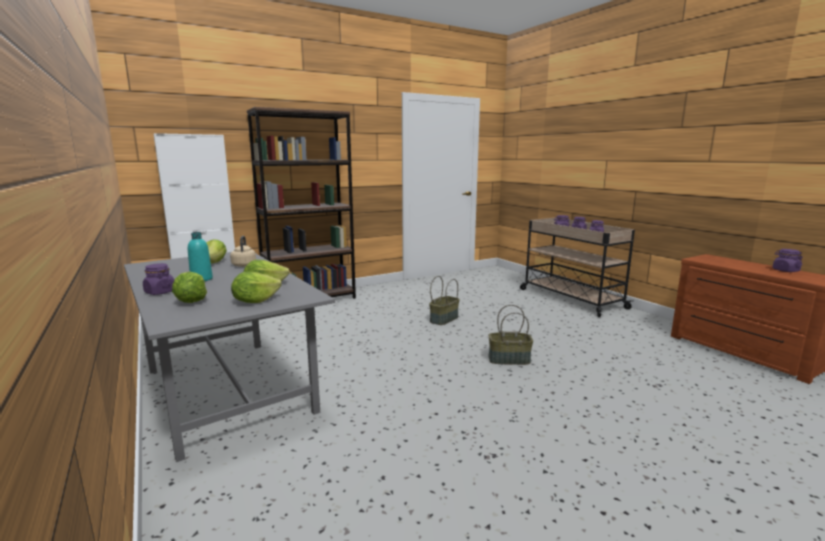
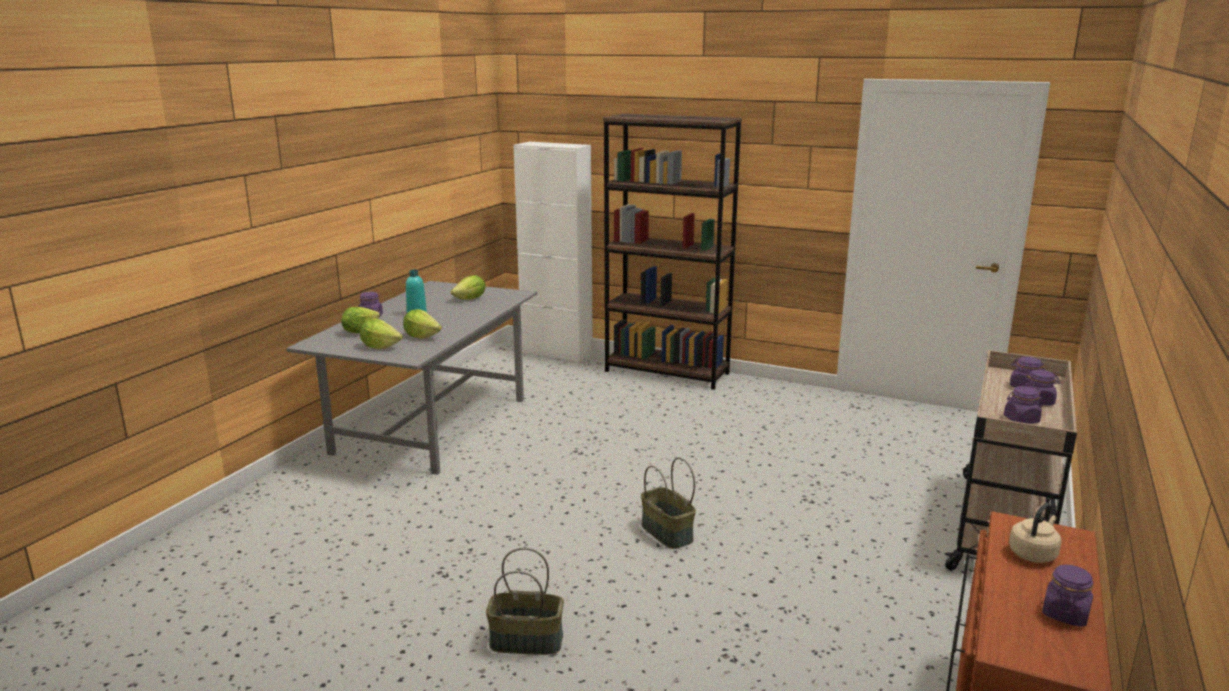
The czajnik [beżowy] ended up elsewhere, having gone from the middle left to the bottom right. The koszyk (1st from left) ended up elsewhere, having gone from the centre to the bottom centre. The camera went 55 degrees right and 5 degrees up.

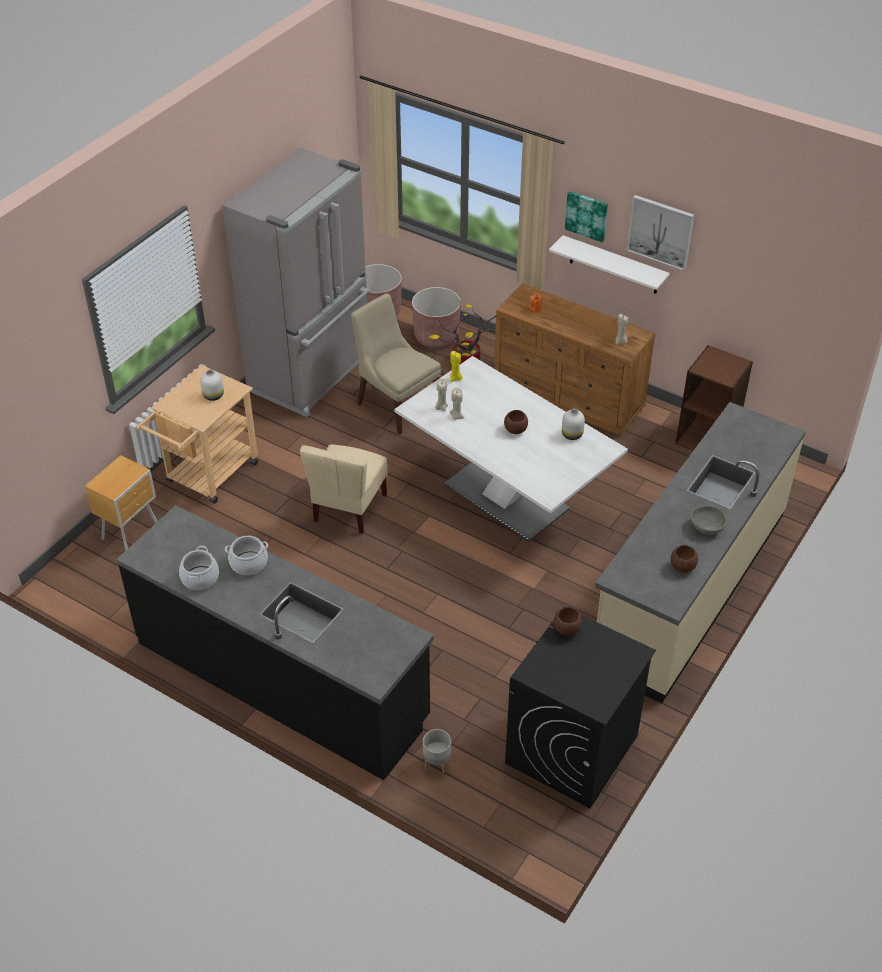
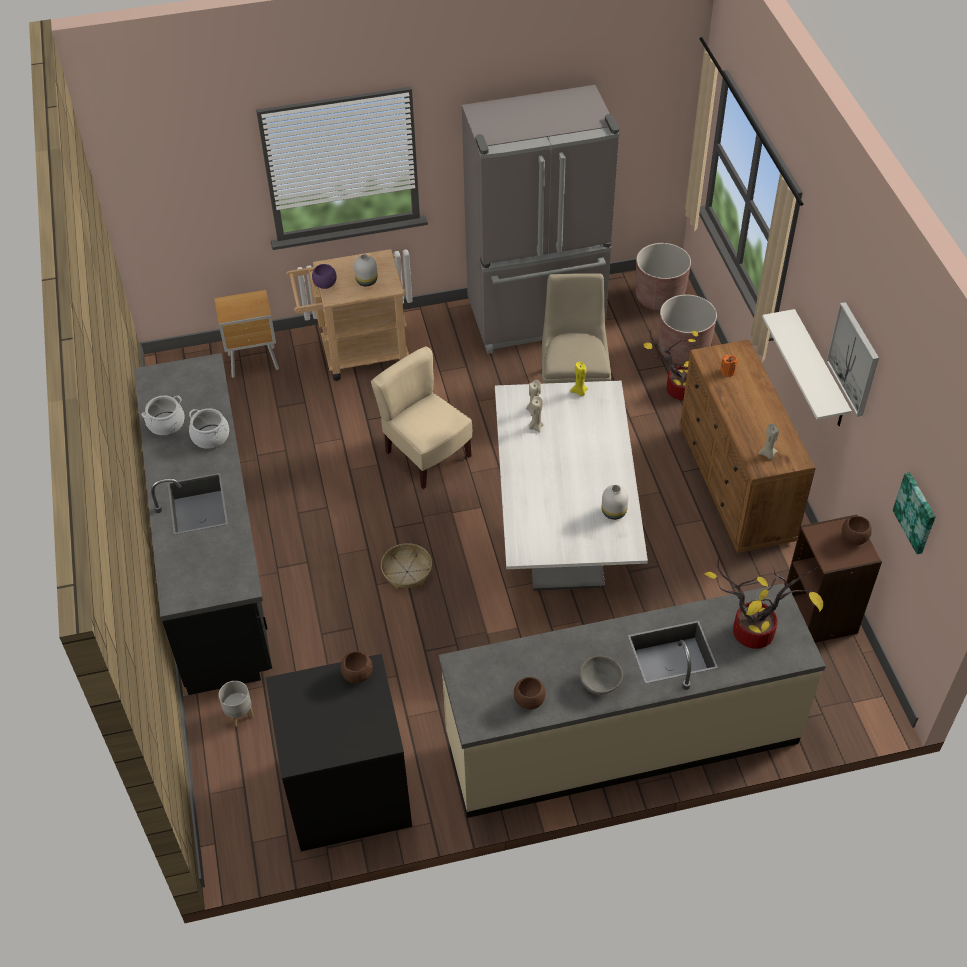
The obraz (1st from left in the first image) ended up elsewhere, having gone from the top centre to the middle right. The miska [brązowy] (1st from left in the first image) ended up elsewhere, having gone from the centre to the middle right. The krzesło [beżowy] (1st from left) at the centre ended up facing another way, 75 degrees clockwise from before. The second view gained the miska [fioletowy] at the top centre. The second view gained the koszyk at the centre. The second view gained the roślina doniczkowa (2nd from left) at the middle right. The camera went 45 degrees right and 5 degrees up.

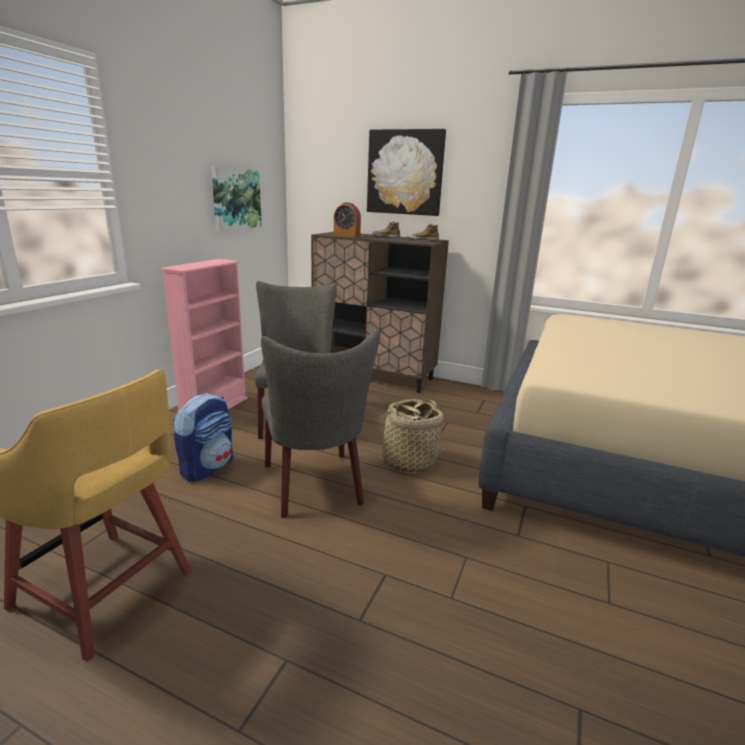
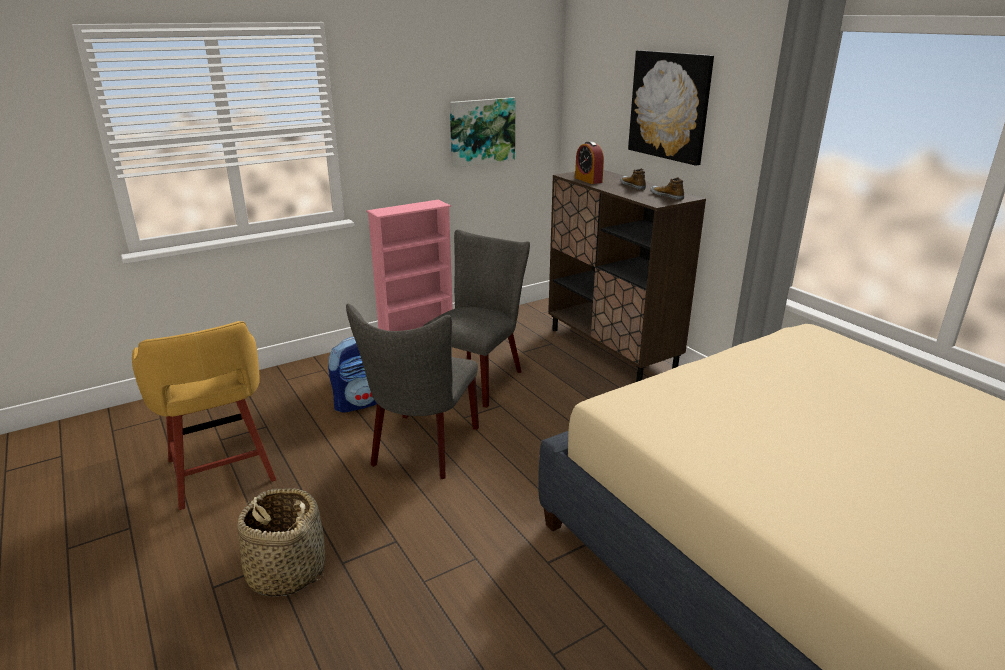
The koszyk ended up elsewhere, having gone from the centre to the bottom left. The camera went 35 degrees right and 5 degrees up.

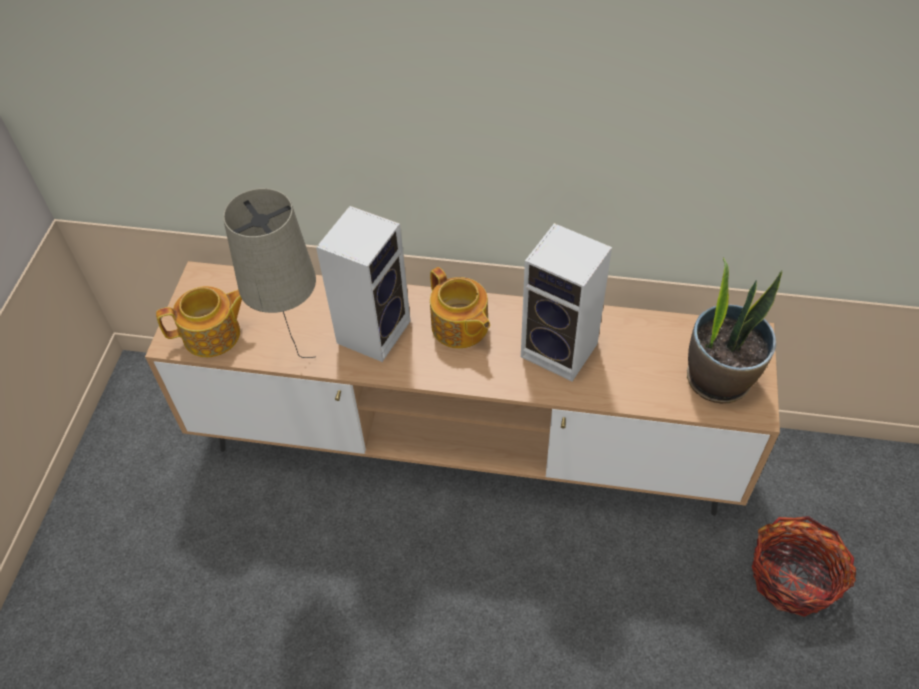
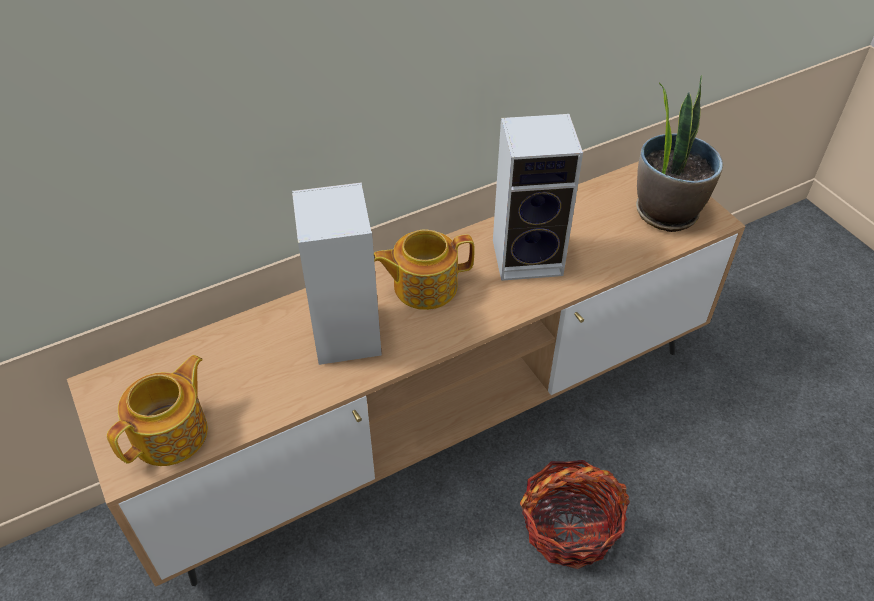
The second view lost the lampa stołowa [beżowy] at the middle left. The imbryk (2nd from left) at the centre ended up facing another way, 150 degrees clockwise from before. The koszyk ended up elsewhere, having gone from the bottom right to the bottom centre. The camera went 40 degrees left and 5 degrees down.

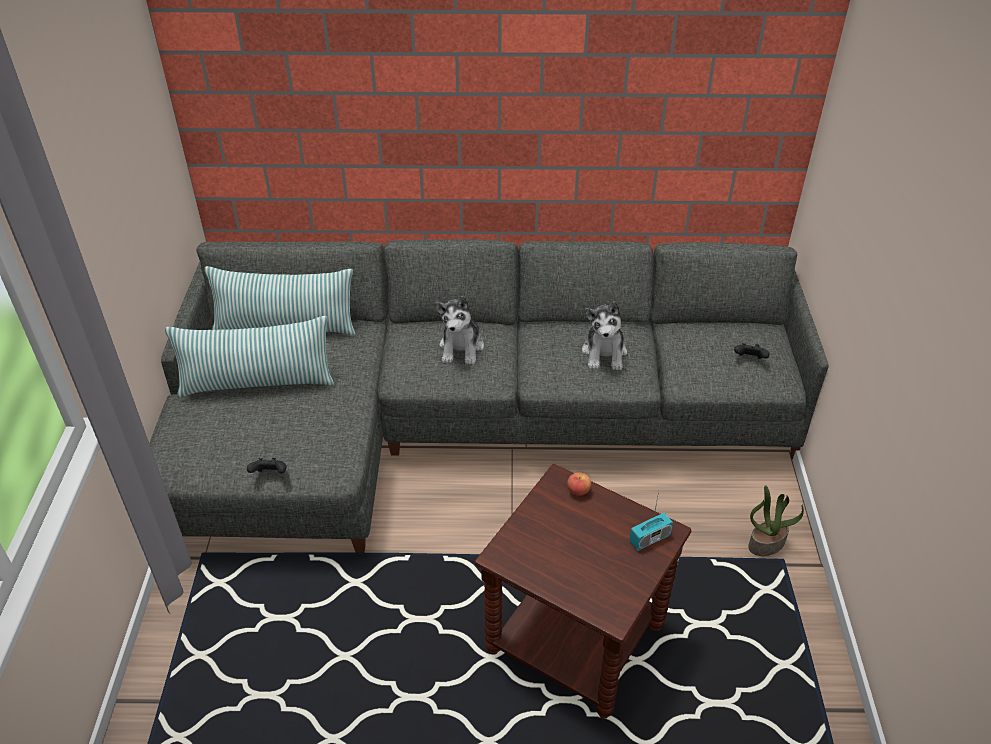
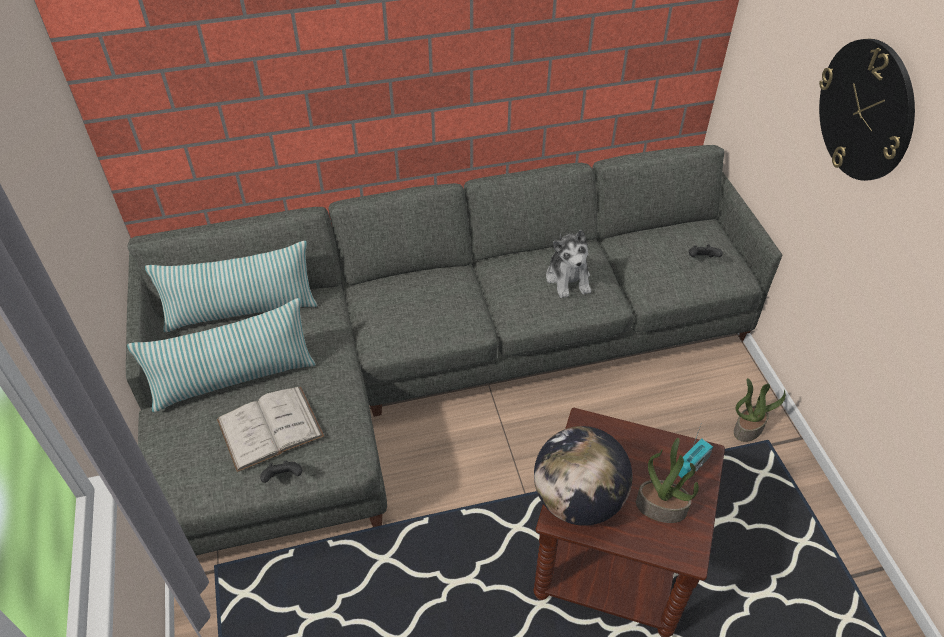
The second view lost the pluszak (1st from left) at the centre. The second view lost the jabłko at the centre. The second view gained the zegar ścienny at the top right. The second view gained the książka [biały] at the bottom left. The second view gained the globus at the bottom centre. The second view gained the roślina doniczkowa (1st from left) at the bottom right. The camera went 15 degrees left and 5 degrees up.

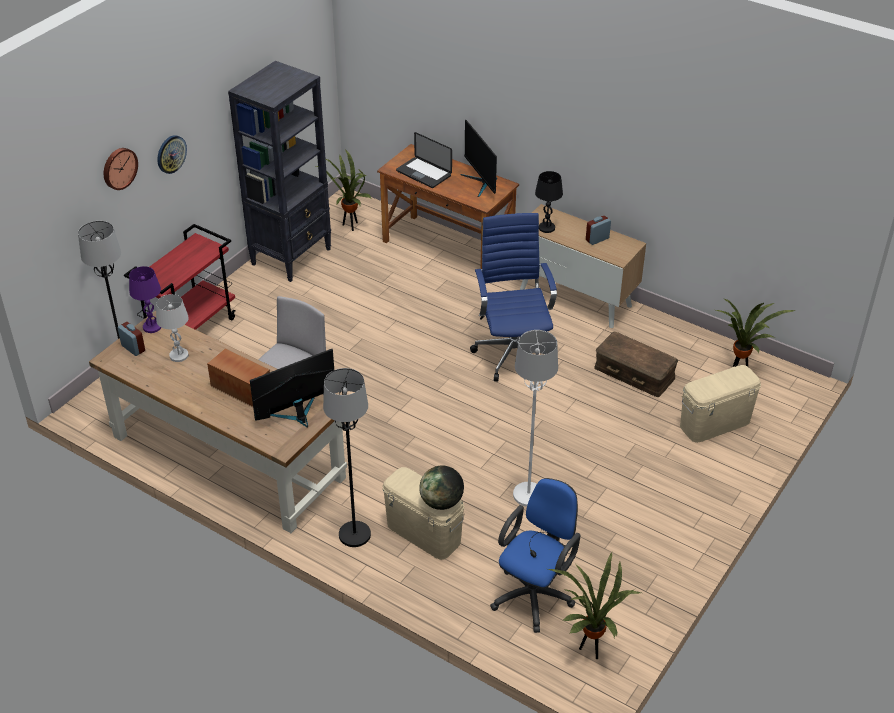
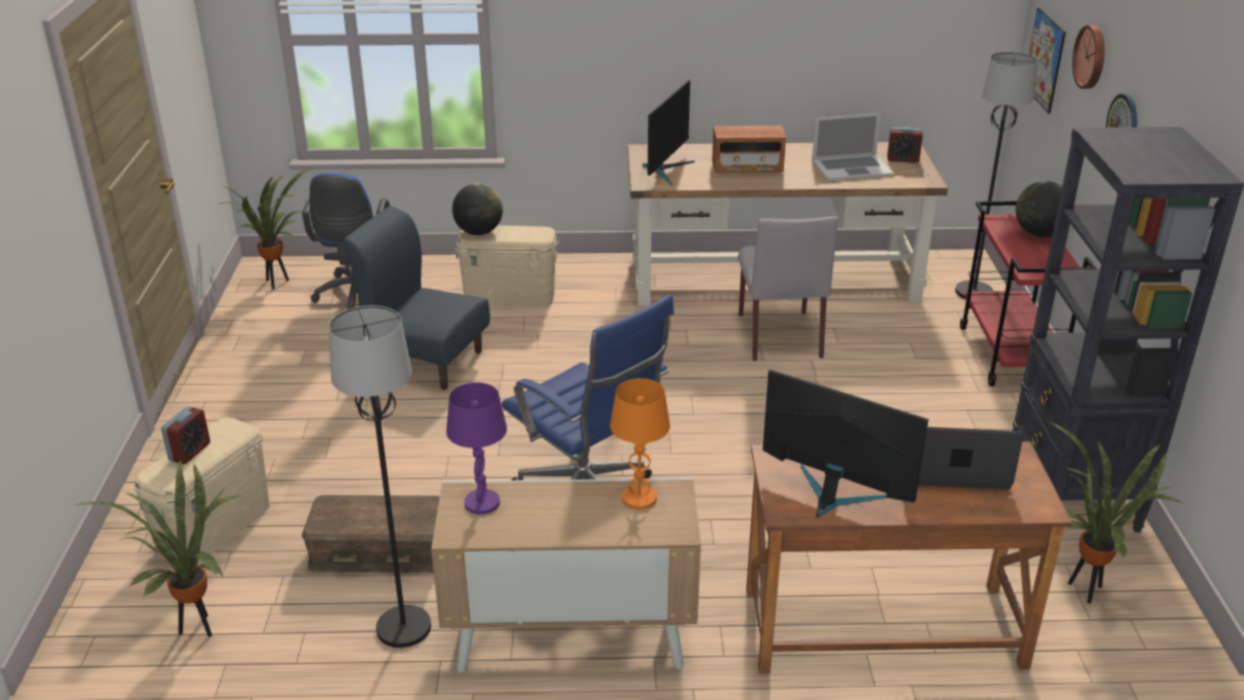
What was the lampa stołowa [czarny] at the top centre turned into the lampa stołowa [pomarańczowy] at the centre. The budzik (2nd from left in the first image) ended up elsewhere, having gone from the top right to the middle left. The lampa stołowa [fioletowy] ended up elsewhere, having gone from the middle left to the centre. Where the lampa stołowa [biały] stood at the middle left, the laptop (1st from left) came to stand at the top right. Where the lampa stojąca [biały] stood at the centre, the krzesło [niebieski] came to stand at the centre. The lampa stojąca [czarny] (2nd from left in the first image) ended up elsewhere, having gone from the centre to the bottom left. The second view gained the obraz at the top right. The second view gained the globus (2nd from left) at the top right. The camera went 145 degrees right and 10 degrees down.

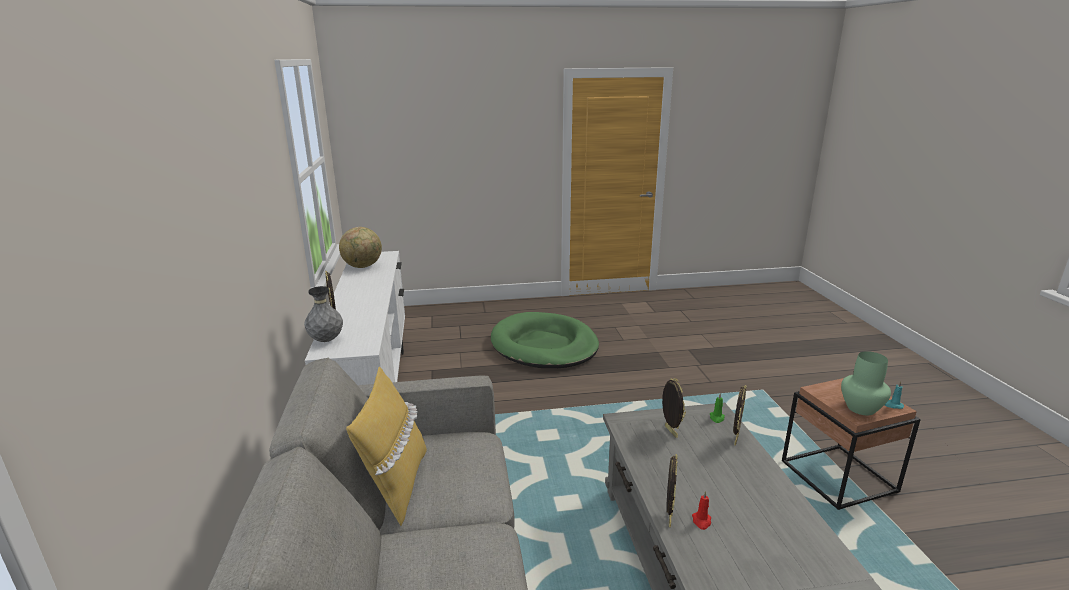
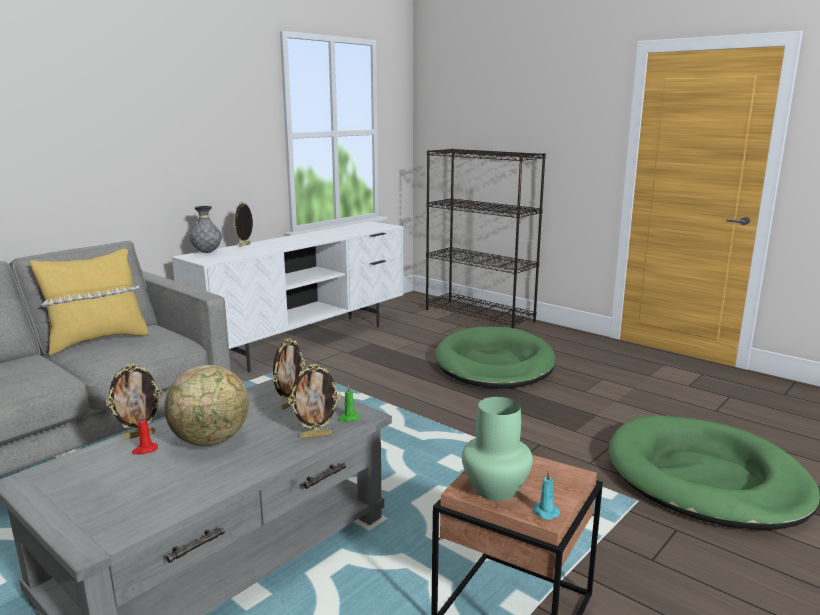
The globus ended up elsewhere, having gone from the centre to the middle left. The second view gained the regał [czarny] at the centre. The second view gained the legowisko [zielony] (2nd from left) at the bottom right. The camera went 50 degrees right and 5 degrees down.

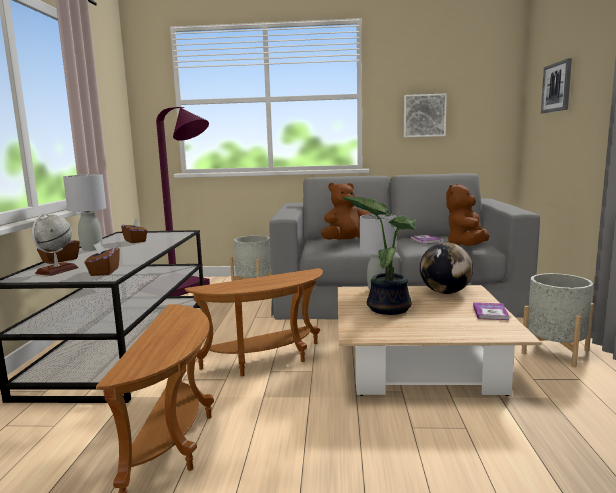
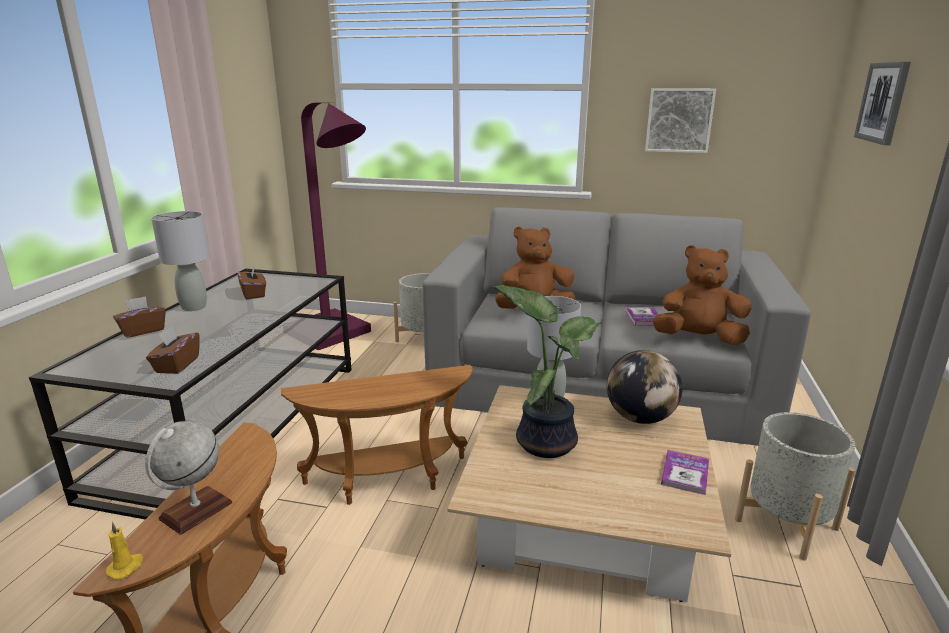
The pluszak [brązowy] (2nd from left) at the middle right ended up facing another way, 60 degrees clockwise from before. The globus (1st from left) ended up elsewhere, having gone from the middle left to the bottom left. The second view gained the świeca [żółty] at the bottom left. The camera went 10 degrees right and 10 degrees up.

